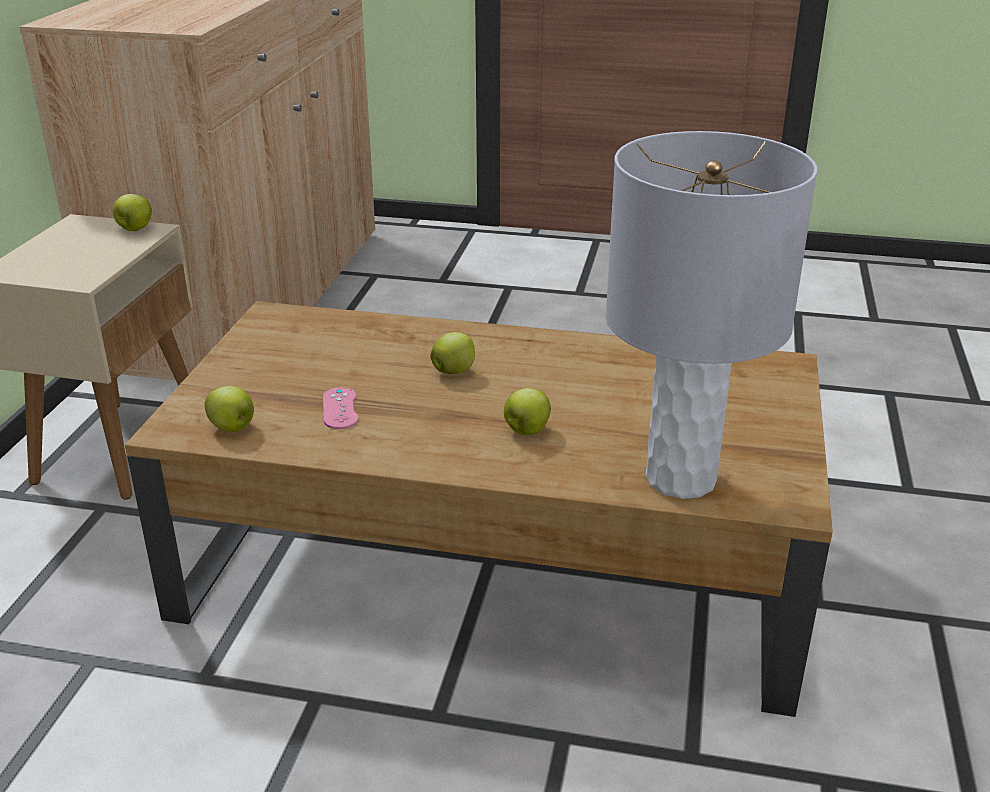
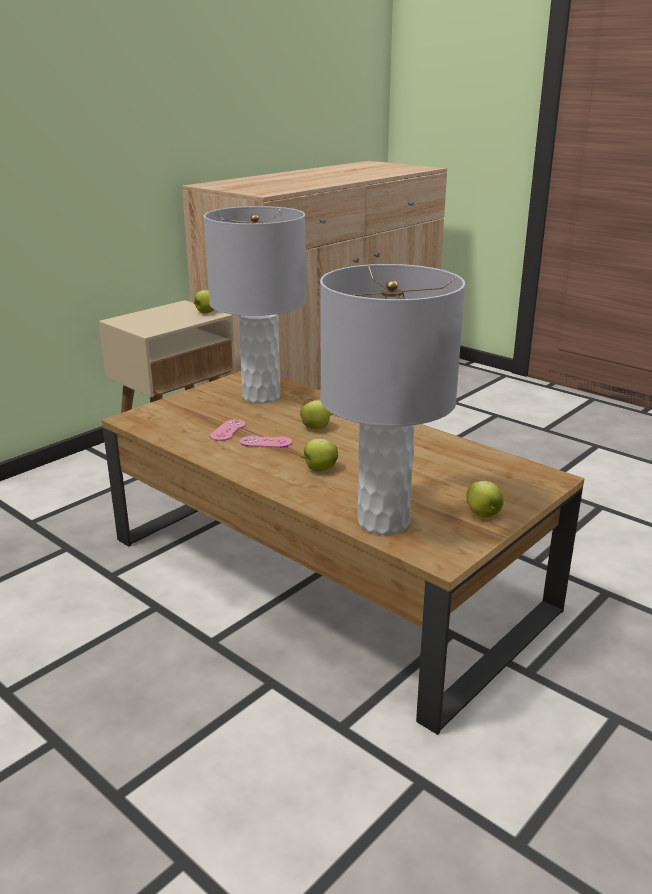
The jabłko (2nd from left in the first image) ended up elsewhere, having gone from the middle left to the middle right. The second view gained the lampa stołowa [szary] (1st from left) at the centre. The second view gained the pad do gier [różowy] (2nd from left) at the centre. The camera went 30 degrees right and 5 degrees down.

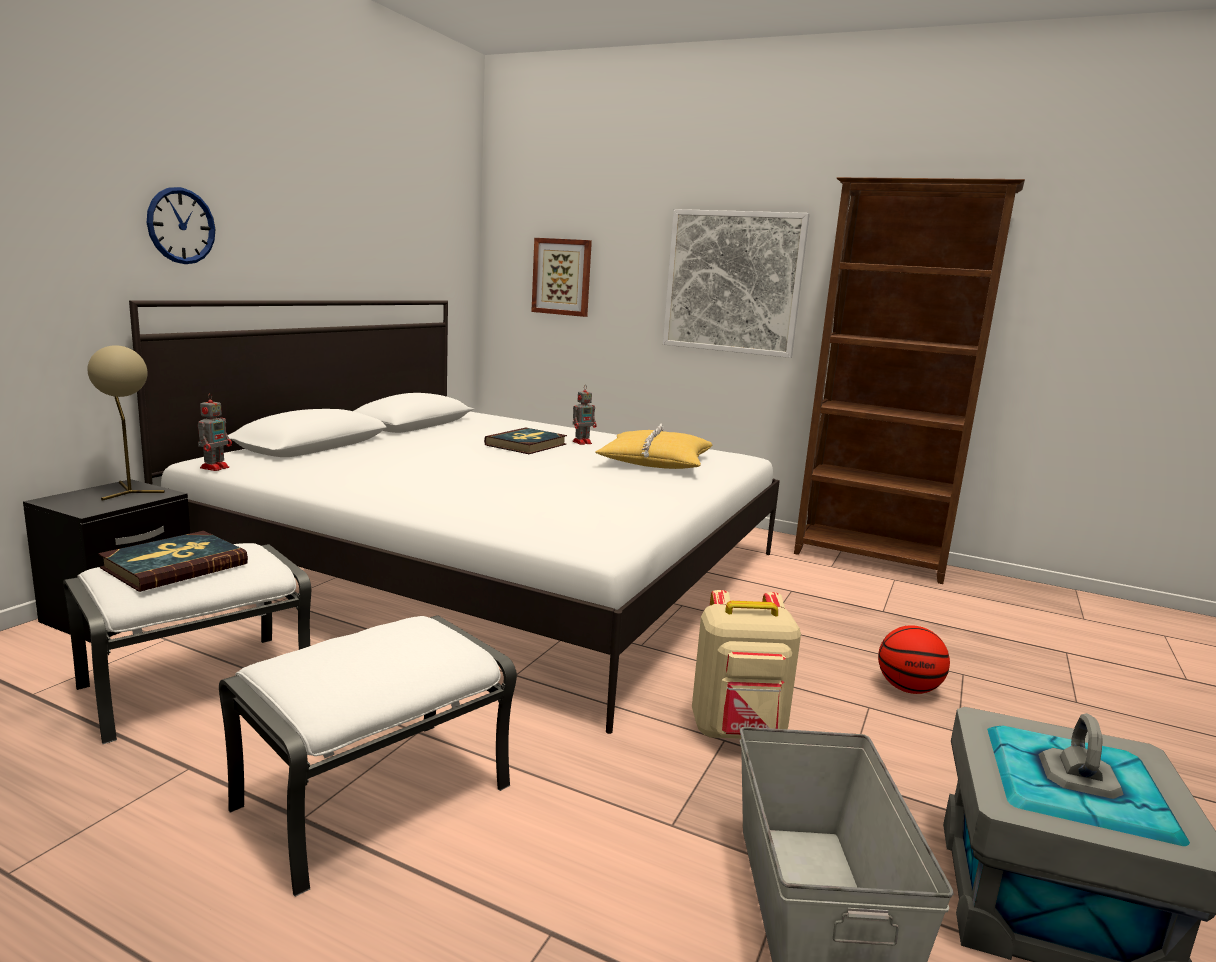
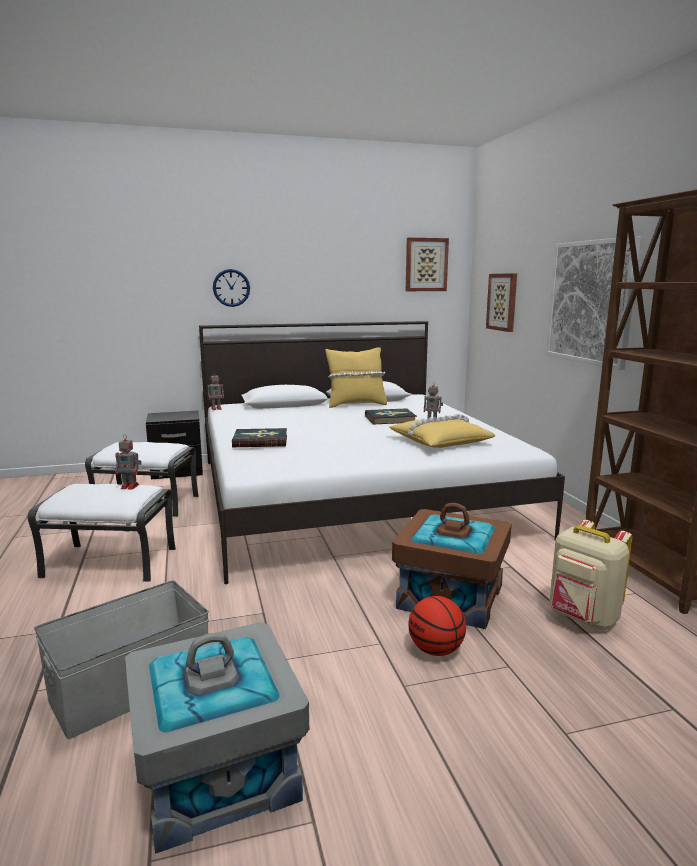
The second view lost the lampa stołowa [beżowy] at the middle left. The książka (1st from left) ended up elsewhere, having gone from the middle left to the centre. The plecak [beżowy] ended up elsewhere, having gone from the bottom centre to the middle right. The second view gained the obraz (1st from left) at the top centre. The second view gained the poduszka [żółty] (1st from left) at the centre. The second view gained the robot zabawkowy (1st from left) at the middle left. The second view gained the pojemnik do przechowywania [brązowy] at the centre. The camera went 50 degrees right and 0 degrees up.

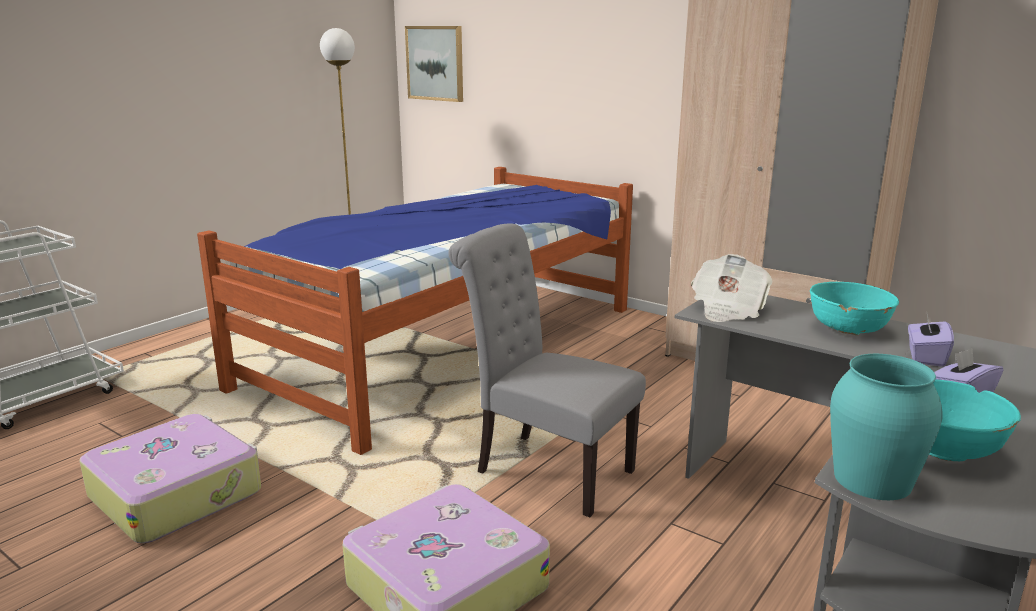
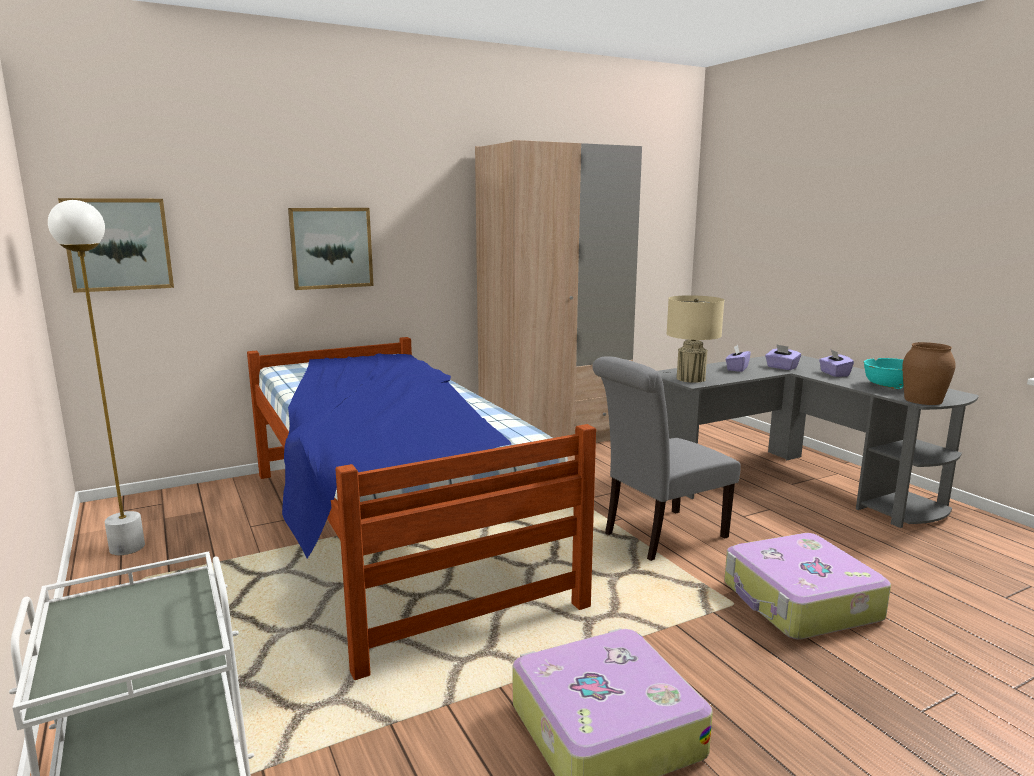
Where the gazeta stood at the middle right, the lampa stołowa [beżowy] came to stand at the middle right. Where the miska [turkusowy] (1st from left) stood at the middle right, the pudełko chusteczek [fioletowy] (1st from left) came to stand at the middle right. What was the wazon [turkusowy] at the bottom right turned into the wazon [brązowy] at the middle right. The second view gained the obraz (2nd from left) at the top left. The camera went 65 degrees left and 5 degrees down.

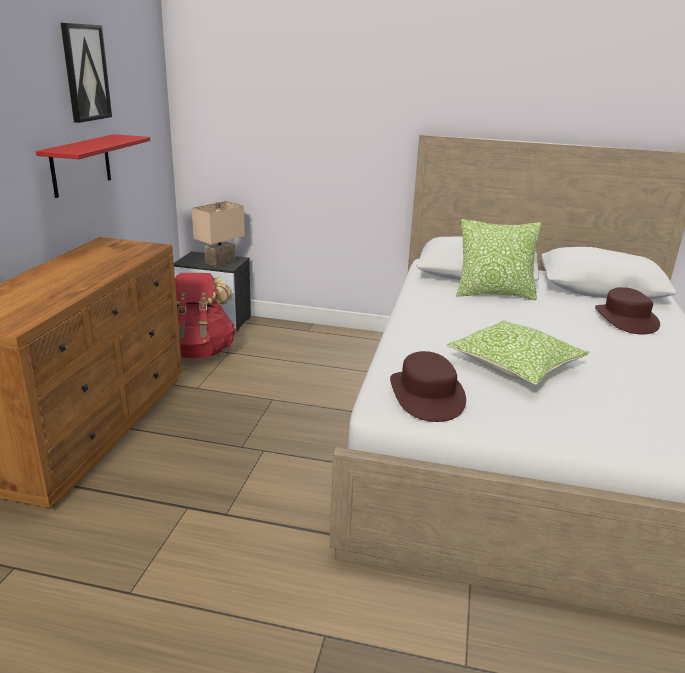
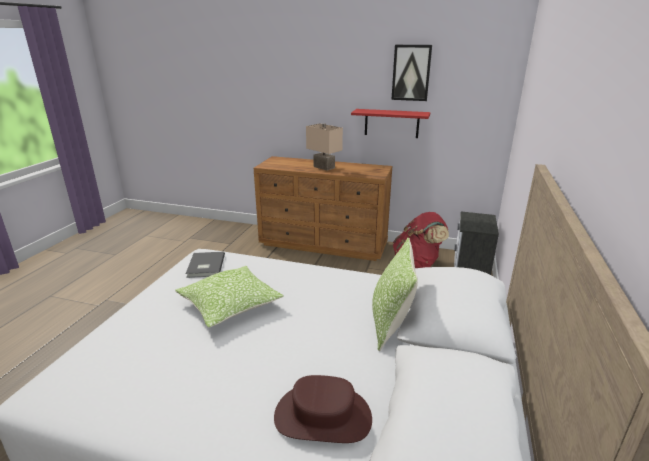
The lampa stołowa [beżowy] ended up elsewhere, having gone from the middle left to the top centre. Where the kapelusz [brązowy] (1st from left) stood at the centre, the książka [szary] came to stand at the middle left. The camera went 95 degrees right and 0 degrees up.

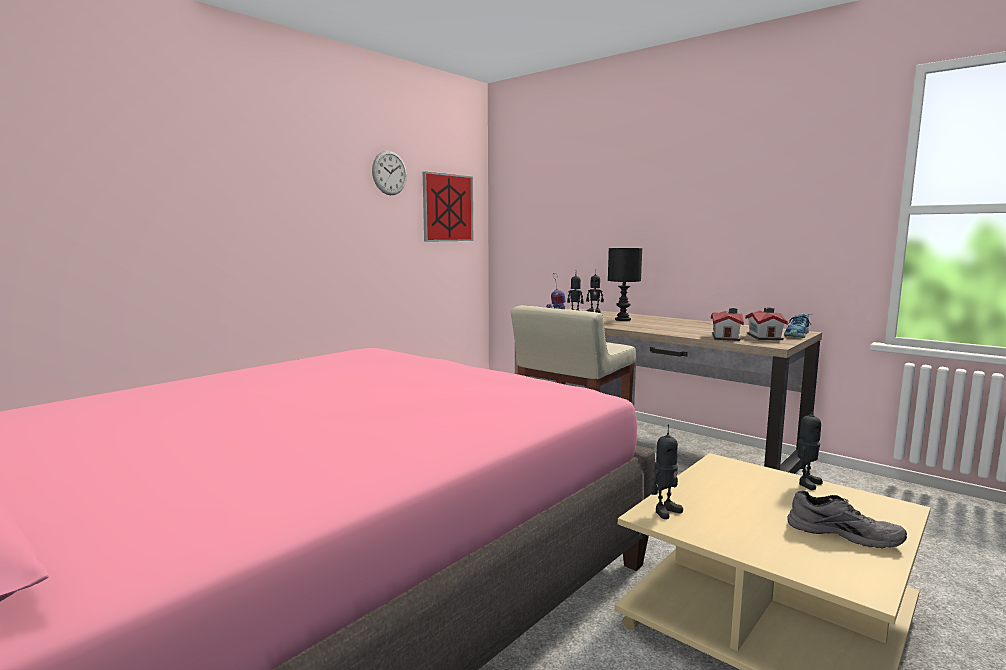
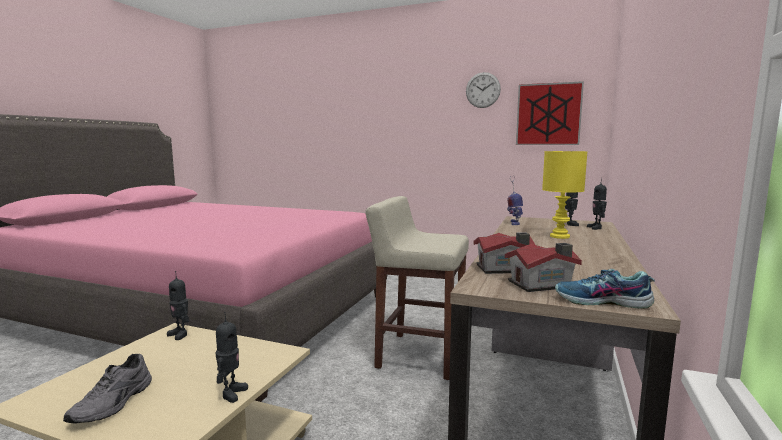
What was the lampa stołowa [czarny] at the centre turned into the lampa stołowa [żółty] at the middle right. The robot zabawkowy (5th from left in the first image) at the bottom right ended up facing another way, 105 degrees counterclockwise from before. The camera went 70 degrees right and 0 degrees up.

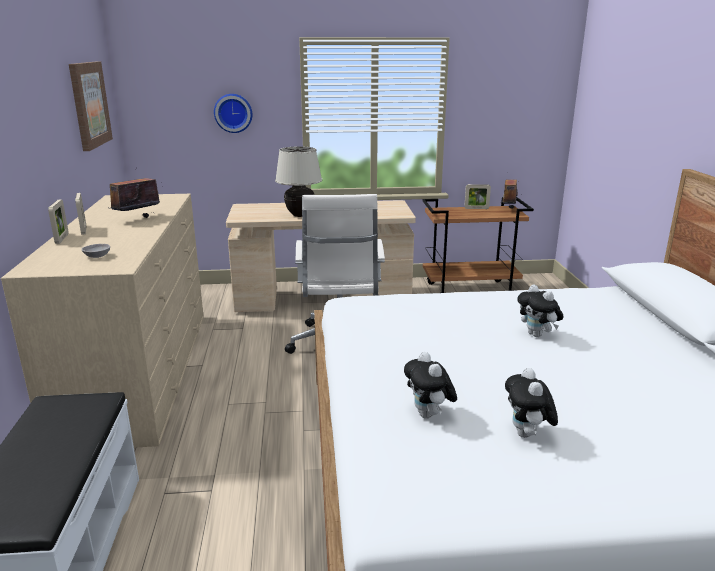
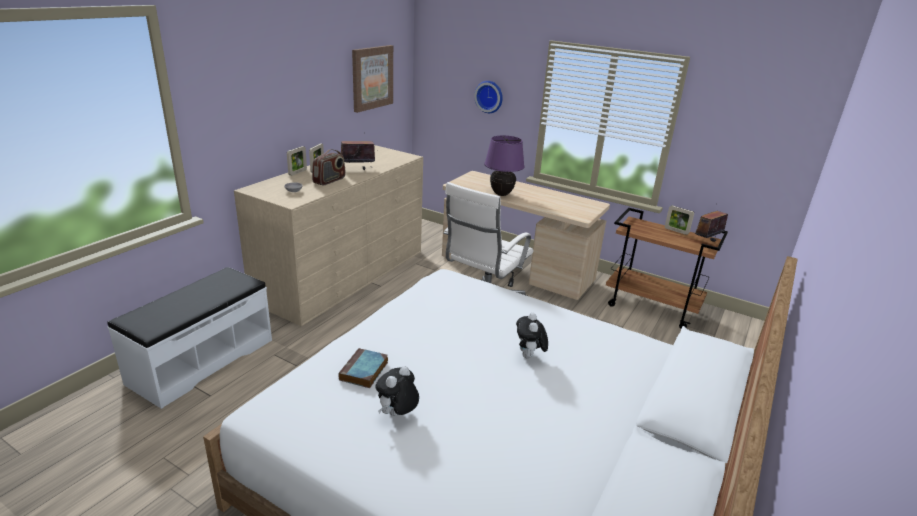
What was the lampa stołowa [beżowy] at the top centre turned into the lampa stołowa [fioletowy] at the top centre. Where the pluszak (1st from left) stood at the bottom centre, the książka came to stand at the bottom centre. The second view gained the radio (1st from left) at the top centre. The camera went 35 degrees right and 5 degrees up.

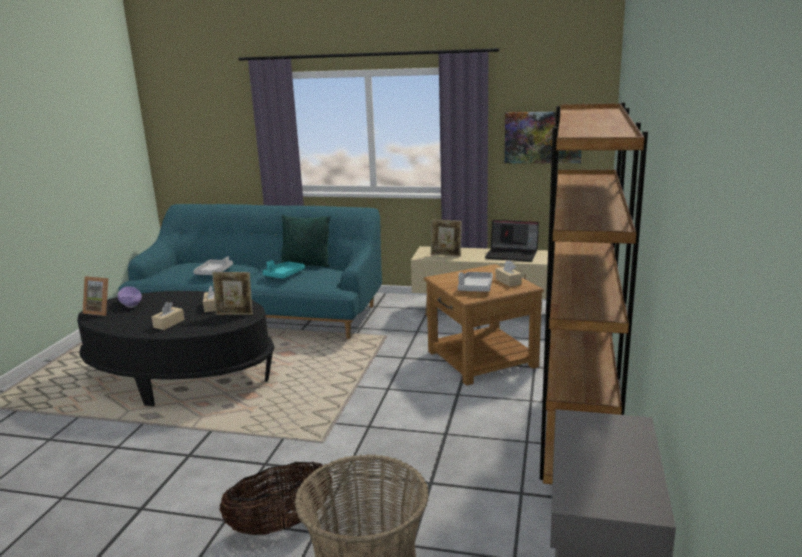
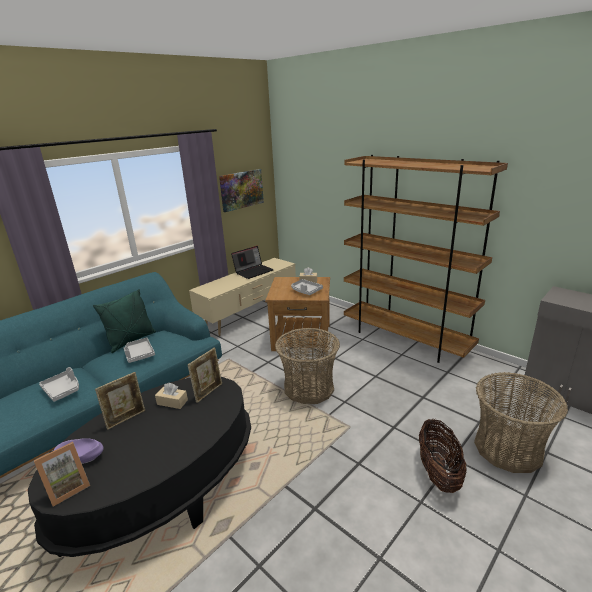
The ramka na zdjęcie (3rd from left in the first image) ended up elsewhere, having gone from the centre to the bottom left. What was the taca [turkusowy] at the centre turned into the taca [szary] (2nd from left) at the middle left. The second view lost the pudełko chusteczek [beżowy] (1st from left) at the middle left. The second view gained the koszyk (1st from left) at the centre. The camera went 60 degrees left and 5 degrees up.

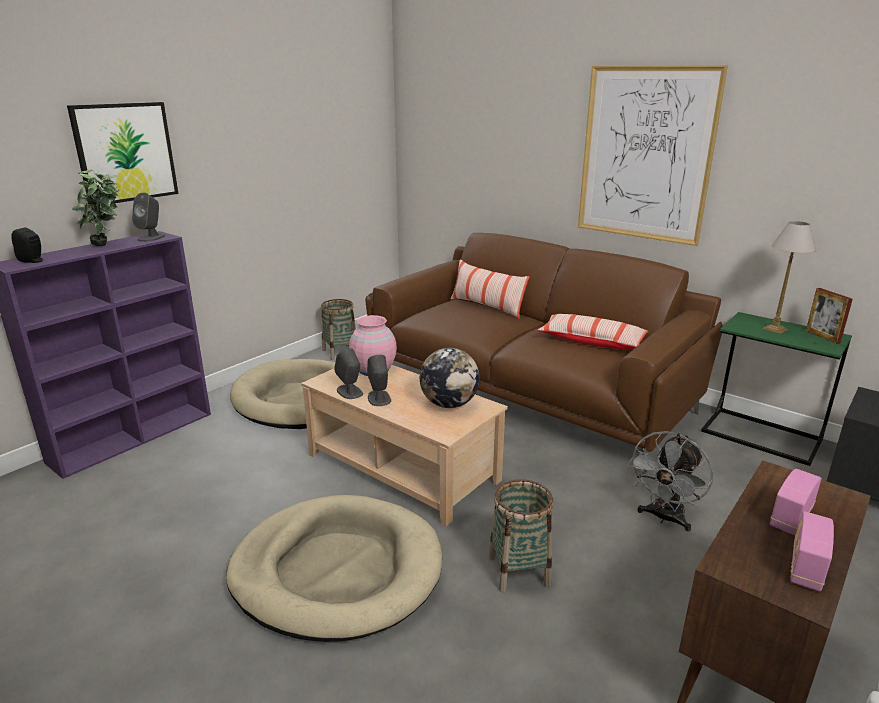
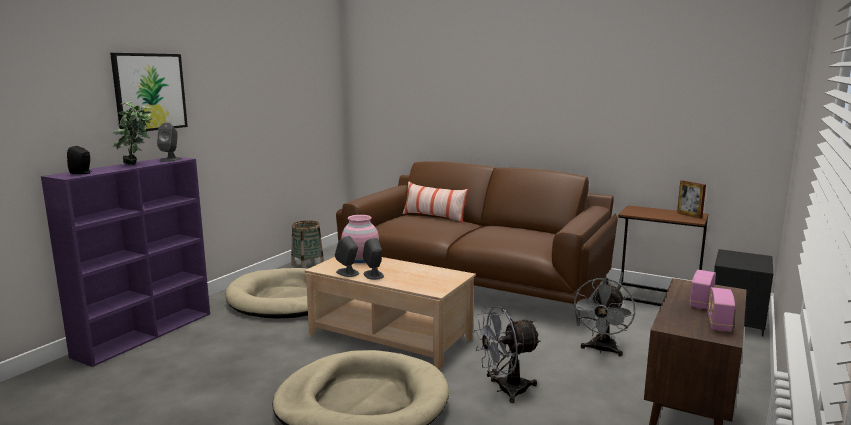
The second view lost the obraz (2nd from left) at the top right. The second view lost the lampa stołowa at the middle right. What was the stolik [zielony] at the middle right turned into the stolik [brązowy] at the middle right. The second view lost the poduszka (2nd from left) at the middle right. The second view lost the globus at the centre. Where the koszyk (2nd from left) stood at the bottom centre, the wentylator [szary] (1st from left) came to stand at the bottom centre. The camera went 10 degrees left and 10 degrees down.

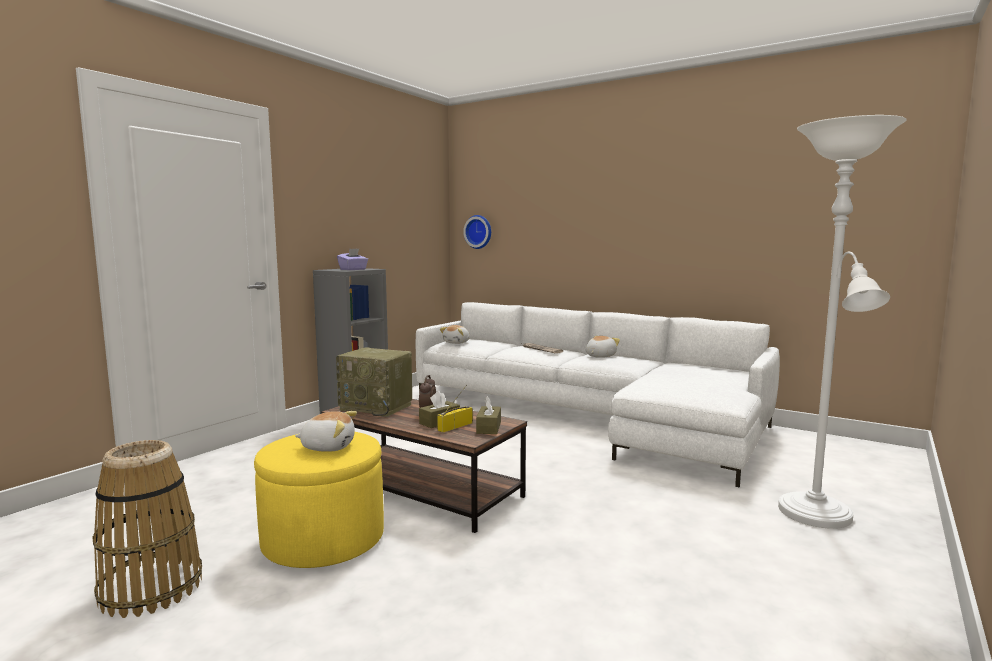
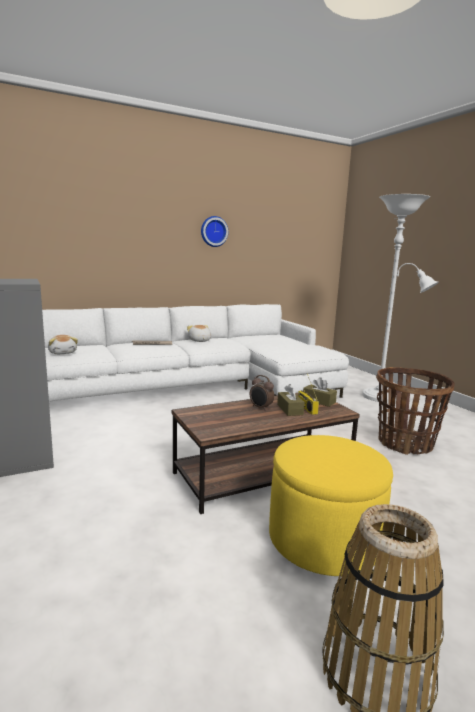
The zegar ścienny ended up elsewhere, having gone from the centre to the top centre. The second view lost the pudełko chusteczek [fioletowy] at the centre. The second view lost the radio (1st from left) at the centre. The second view lost the pluszak (1st from left) at the middle left. The second view gained the koszyk (2nd from left) at the middle right. The camera went 60 degrees left and 5 degrees up.

